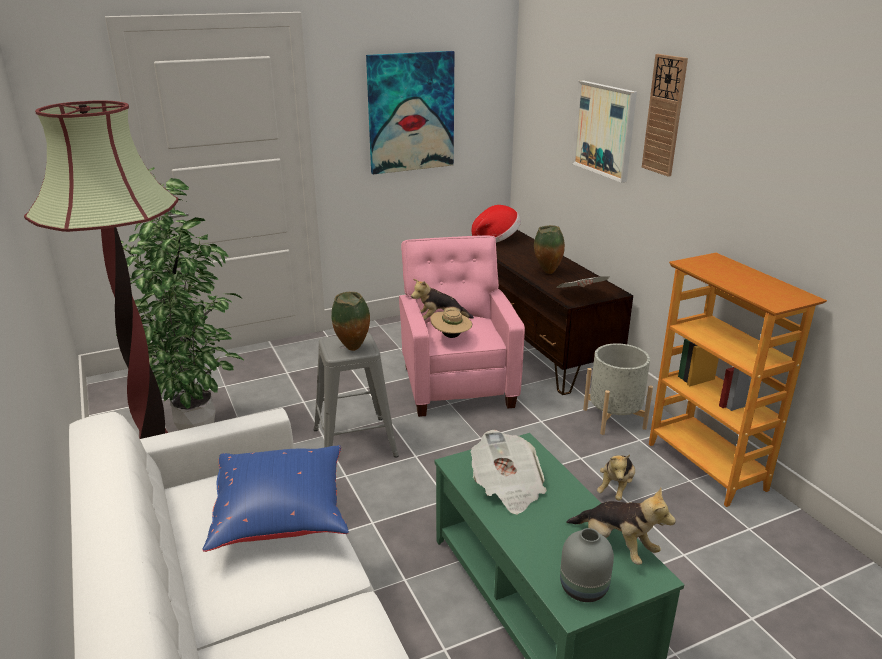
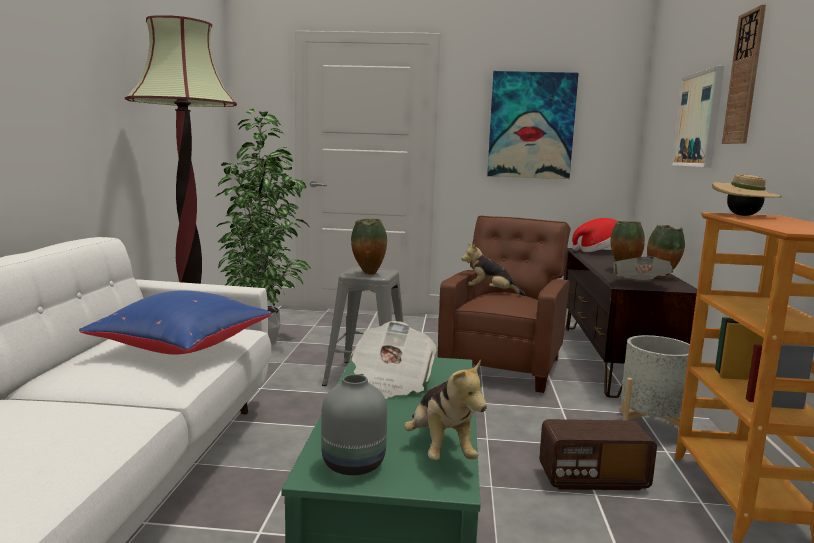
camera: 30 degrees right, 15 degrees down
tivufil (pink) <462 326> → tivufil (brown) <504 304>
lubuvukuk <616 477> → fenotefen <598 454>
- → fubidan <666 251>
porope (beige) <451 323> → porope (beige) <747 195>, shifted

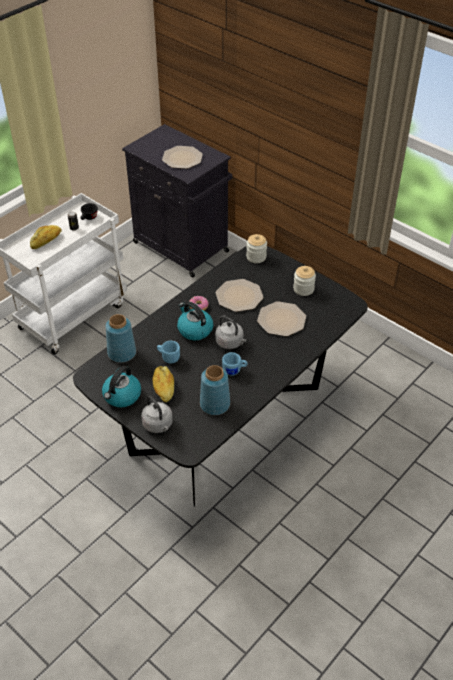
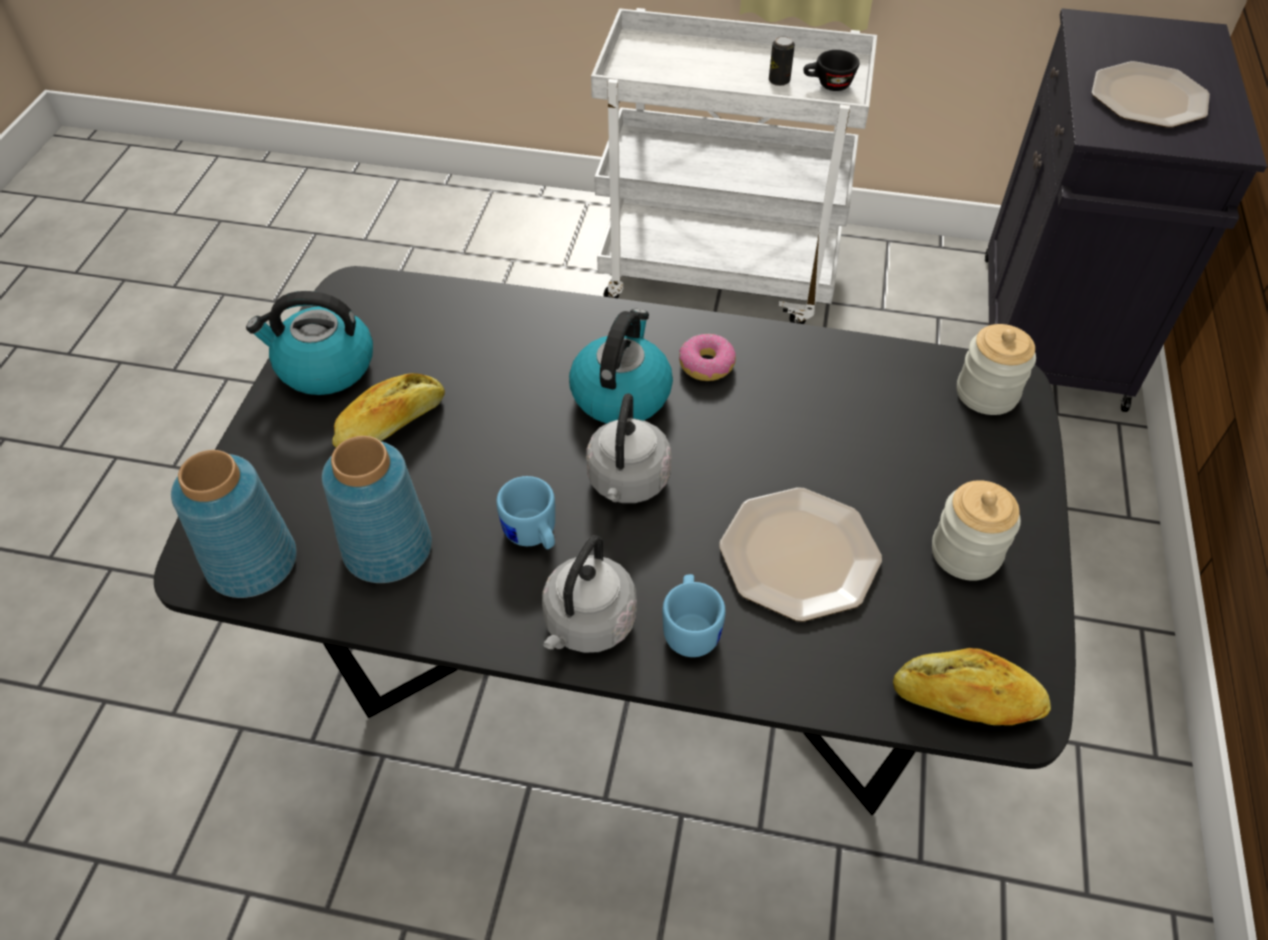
camera: 60 degrees right, 5 degrees up
fubidan (blue) <121 338> → fubidan (blue) <234 524>, shifted
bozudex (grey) <157 414> → bozudex (grey) <589 594>, shifted
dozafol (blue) <168 352> → dozafol (blue) <694 615>, shifted
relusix <46 237> → relusix <972 686>, shifted
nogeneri <239 295> → -

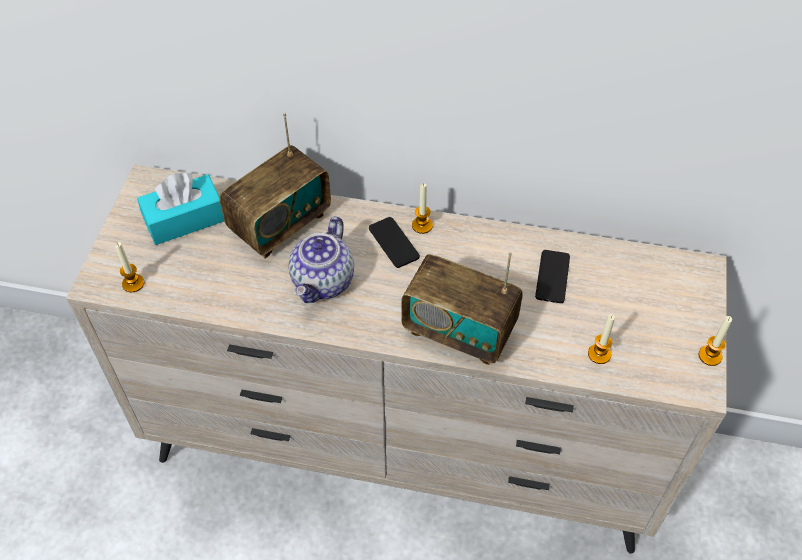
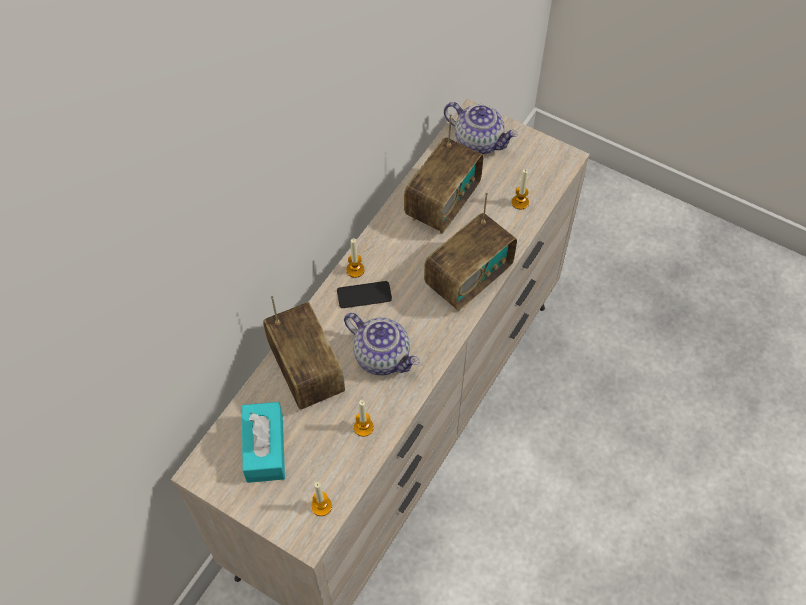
camera: 70 degrees left, 5 degrees up
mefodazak <715 341> → mefodazak <364 418>, shifted
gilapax <552 276> → fenotefen <444 173>
- → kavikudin <481 128>

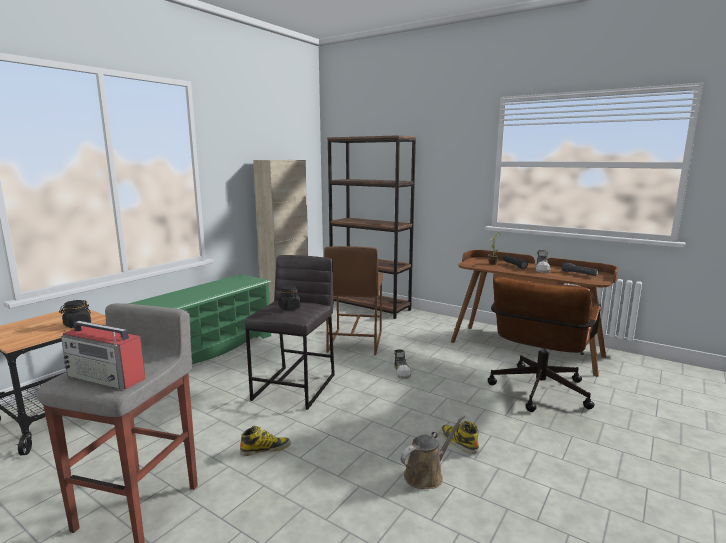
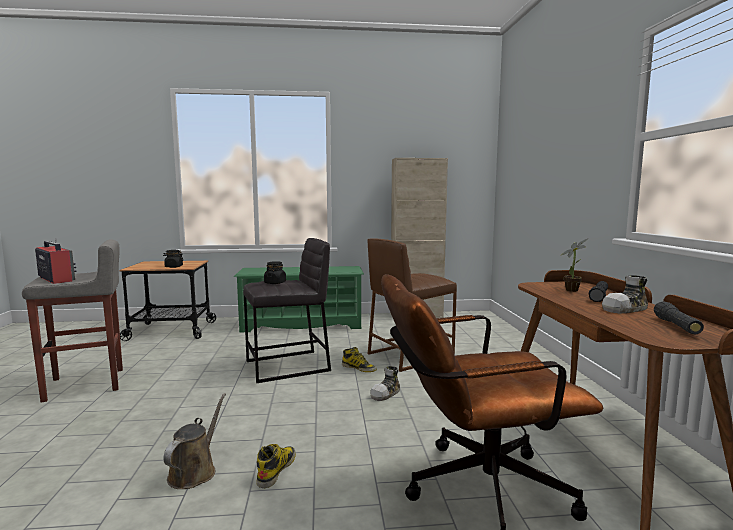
camera: 50 degrees right, 5 degrees down
fenotefen <103 355> → fenotefen <56 261>, 150 degrees clockwise
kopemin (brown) <432 452> → kopemin (brown) <194 441>, 90 degrees counterclockwise
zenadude <265 441> → zenadude <359 359>, shifted
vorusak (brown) <371 227> → -

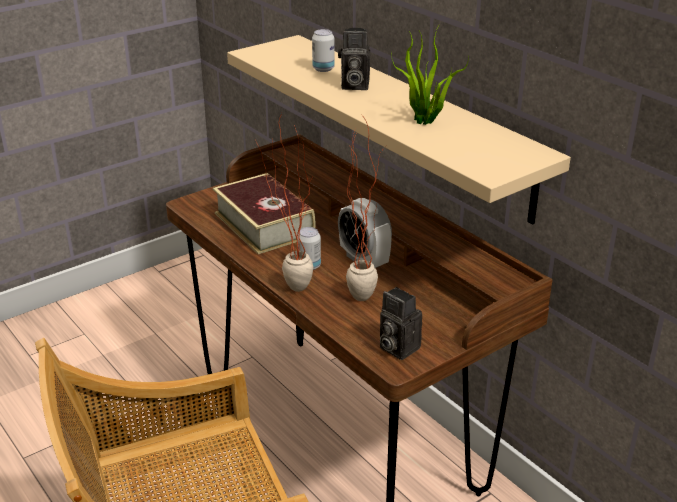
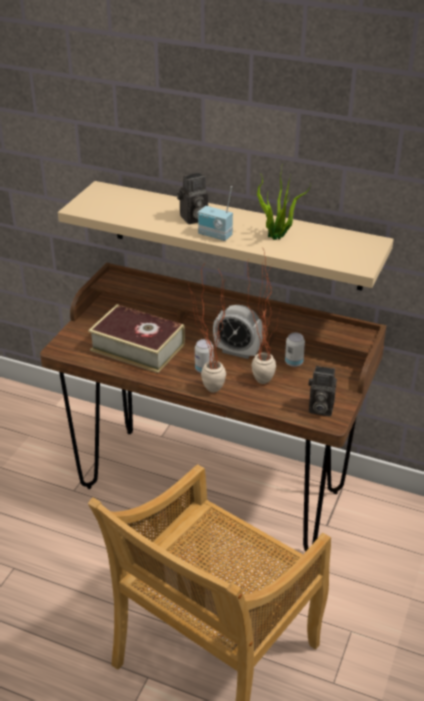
camera: 30 degrees left, 5 degrees up
- → fenotefen <215 213>
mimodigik <323 50> → mimodigik <295 350>, shifted

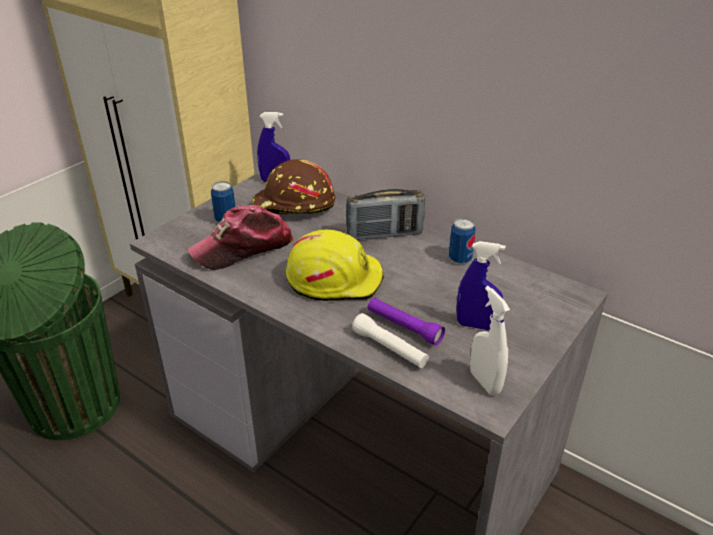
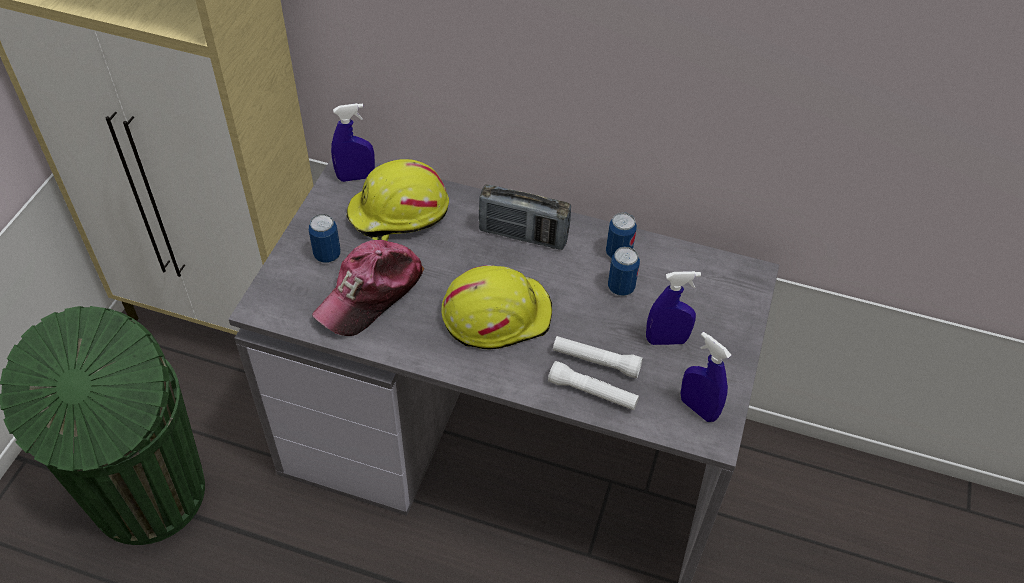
camera: 20 degrees left, 15 degrees up
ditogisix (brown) <293 187> → ditogisix (yellow) <397 200>
fenotefen <385 214> → fenotefen <525 217>, 45 degrees clockwise
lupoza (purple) <406 322> → lupoza (white) <598 357>
- → mimodigik <624 271>
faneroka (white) <490 340> → faneroka (blue) <706 377>

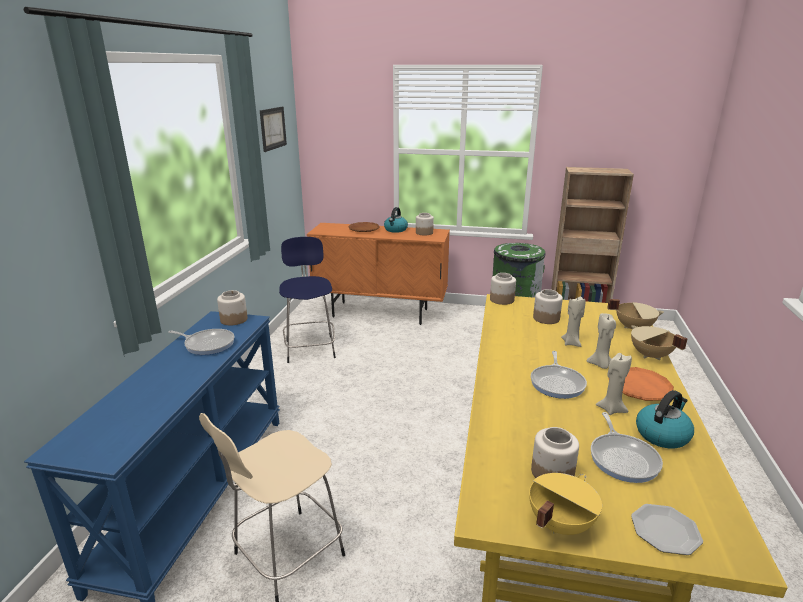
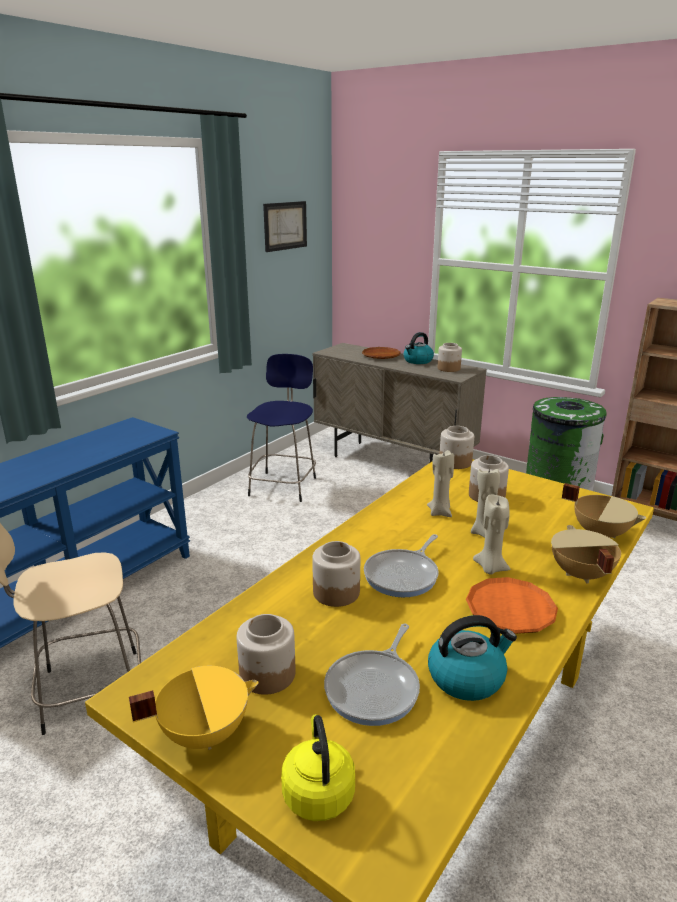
camera: 25 degrees right, 0 degrees up
nogeneri <667 529> → bozudex (yellow) <318 767>
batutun <232 307> → batutun <336 574>, shifted
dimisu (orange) <378 274> → dimisu (beige) <400 403>
mefodazak (beige) <614 384> → mefodazak (beige) <440 483>, shifted
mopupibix <201 342> → -

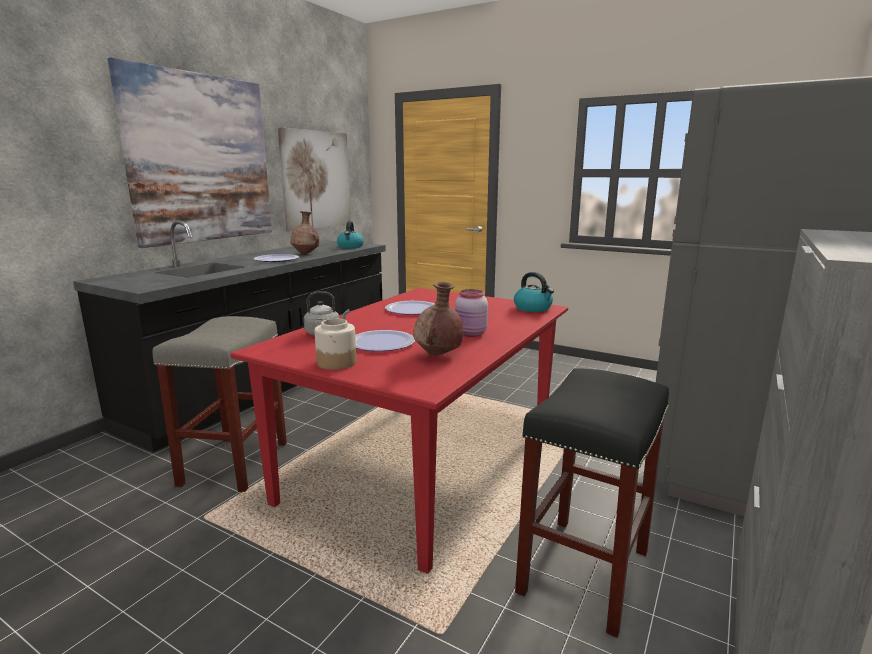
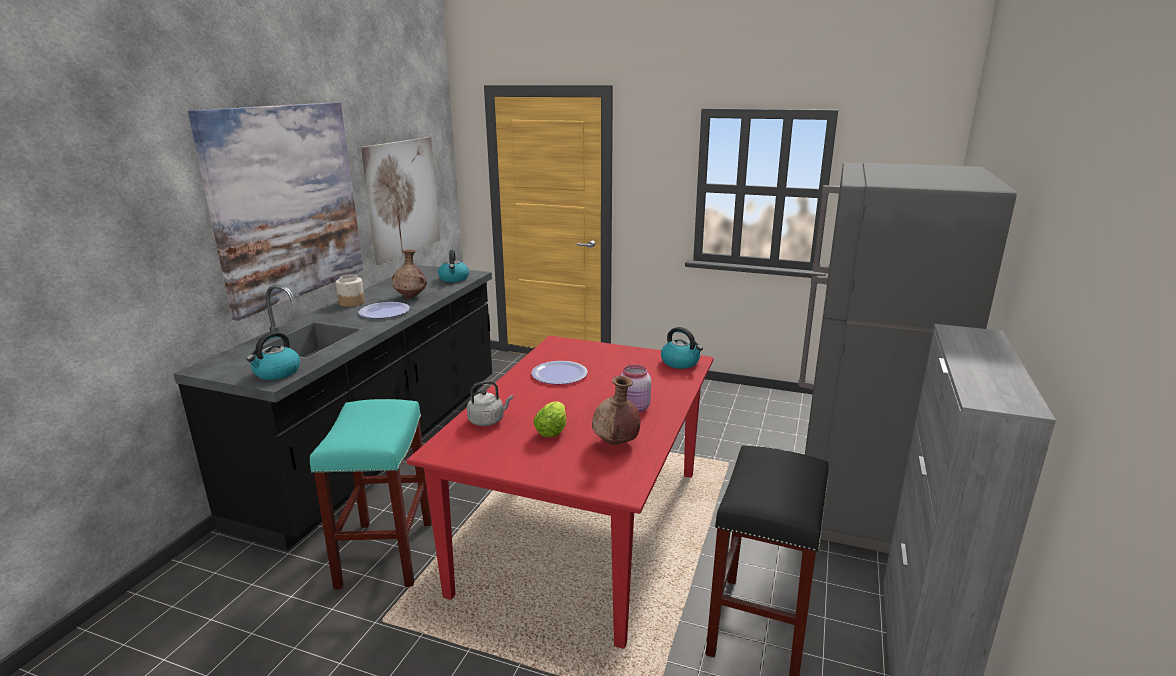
camera: 10 degrees left, 5 degrees up
- → bozudex <273 356>
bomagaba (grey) <219 404> → bomagaba (turquoise) <371 494>
batutun <335 344> → batutun <350 291>, shifted
nogeneri <385 340> → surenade <549 419>

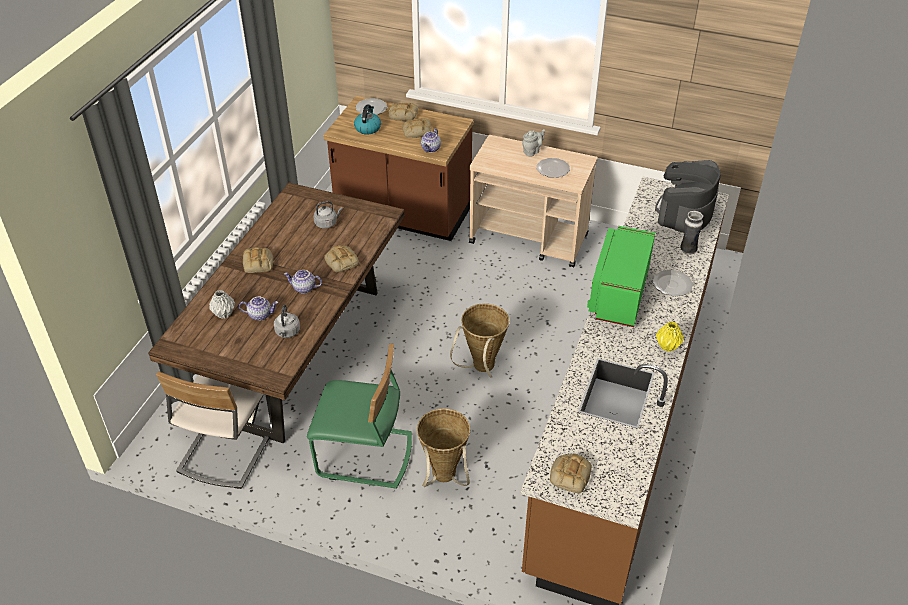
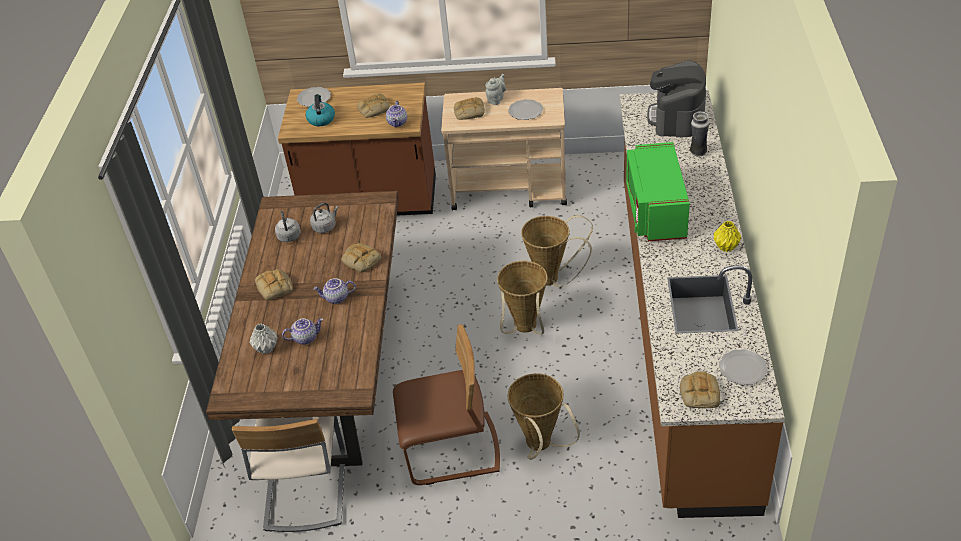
camera: 15 degrees left, 0 degrees up
bozudex (grey) <287 321> → bozudex (grey) <288 226>, shifted
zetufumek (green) <359 416> → zetufumek (brown) <446 404>
relusix <403 112> → relusix <469 108>, shifted
- → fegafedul <557 251>
nogeneri <673 282> → nogeneri <743 367>, shifted

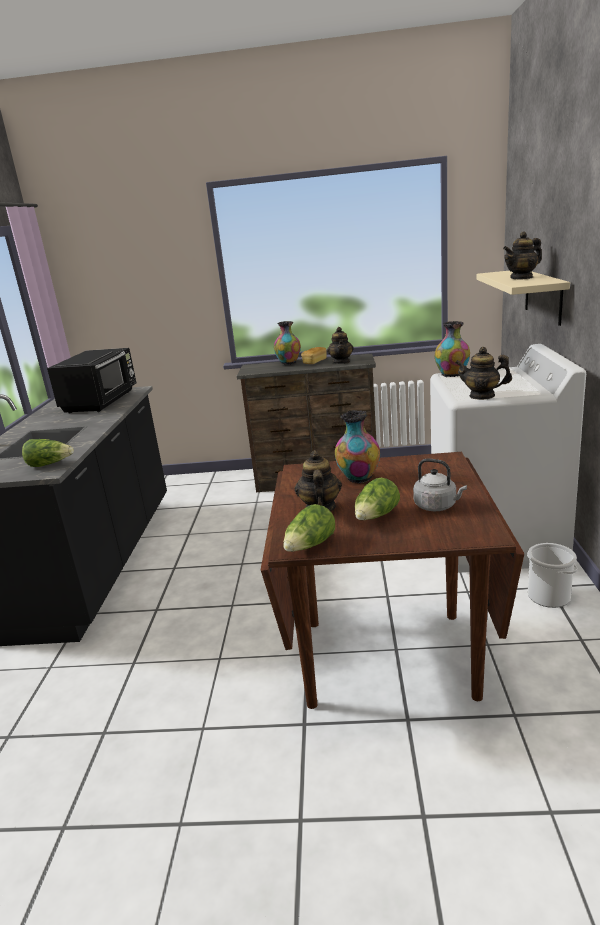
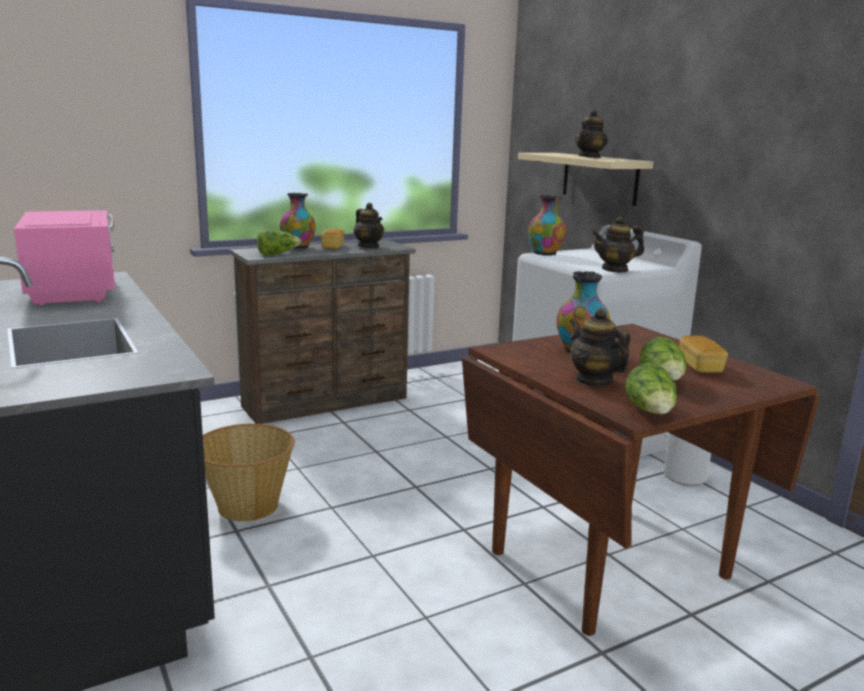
camera: 35 degrees left, 5 degrees down
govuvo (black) <91 380> → govuvo (pink) <64 258>
- → fegafedul <249 473>
surenade <48 453> → surenade <279 243>, shifted
bozudex (grey) <440 485> → relusix <703 354>

